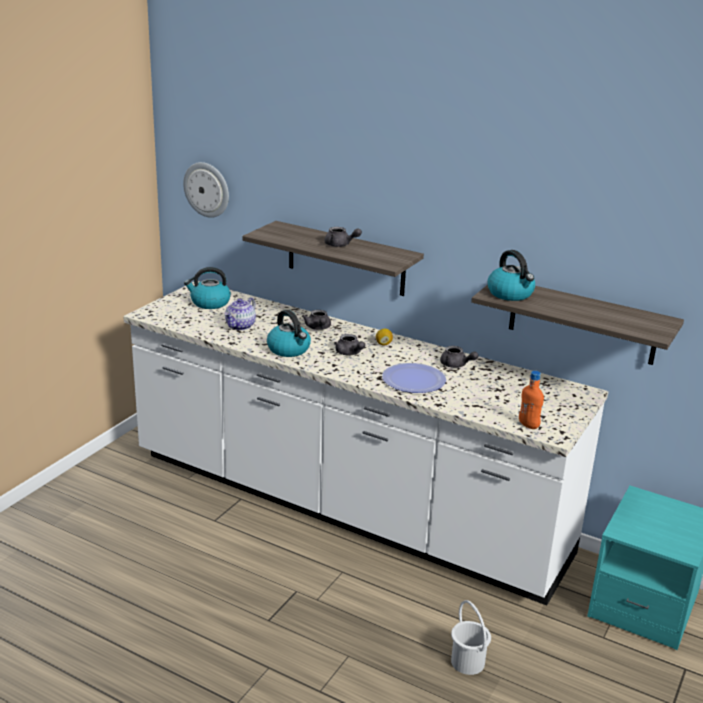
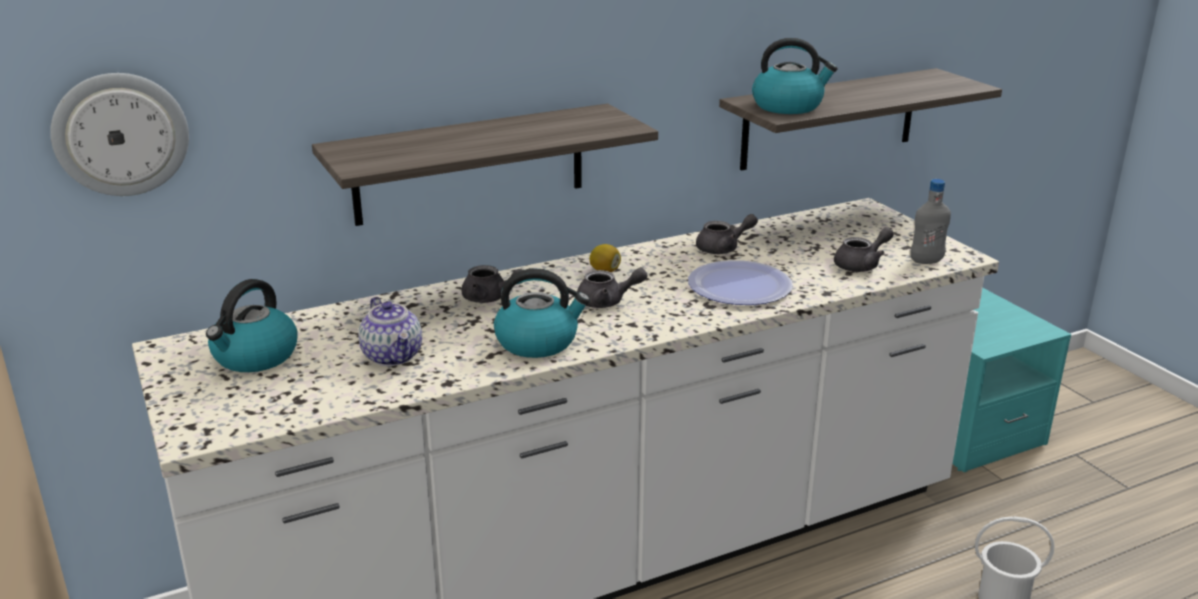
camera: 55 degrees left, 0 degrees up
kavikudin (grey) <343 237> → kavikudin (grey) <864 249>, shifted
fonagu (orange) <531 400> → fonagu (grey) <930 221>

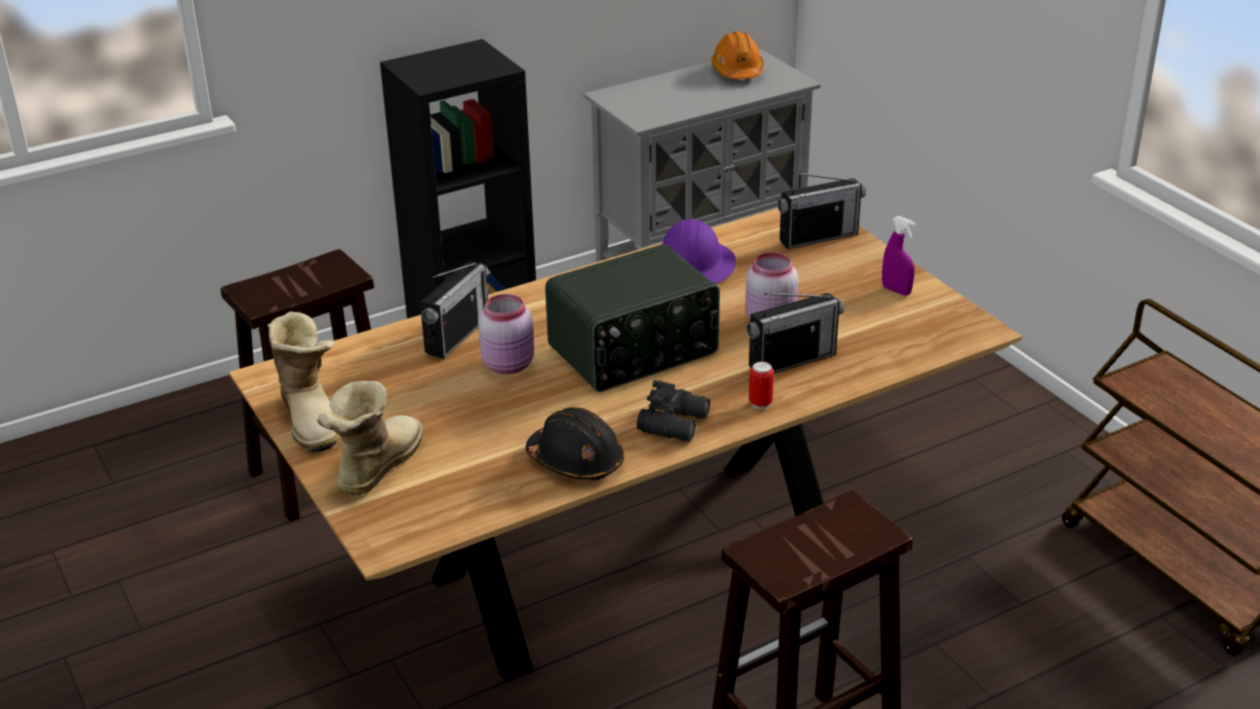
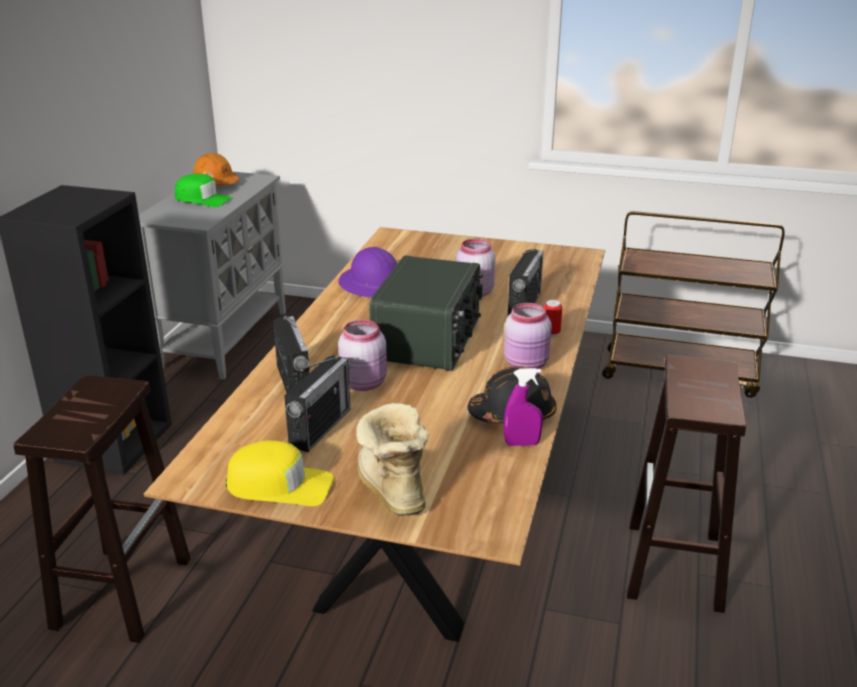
camera: 45 degrees left, 5 degrees down
- → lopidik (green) <204 190>
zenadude <304 381> → lopidik (yellow) <280 473>
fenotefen <821 210> → fenotefen <317 403>, shifted
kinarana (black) <673 411> → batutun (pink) <527 336>
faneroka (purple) <898 255> → faneroka (purple) <523 407>, shifted

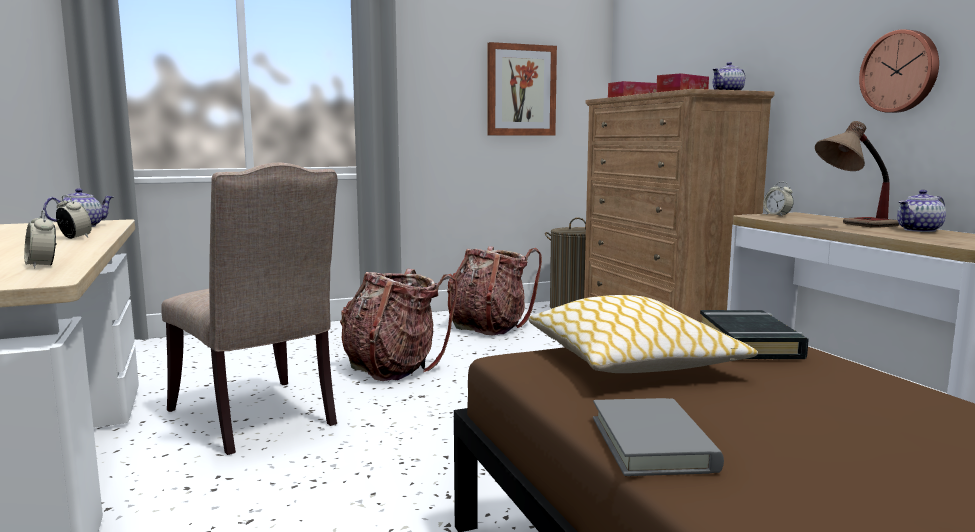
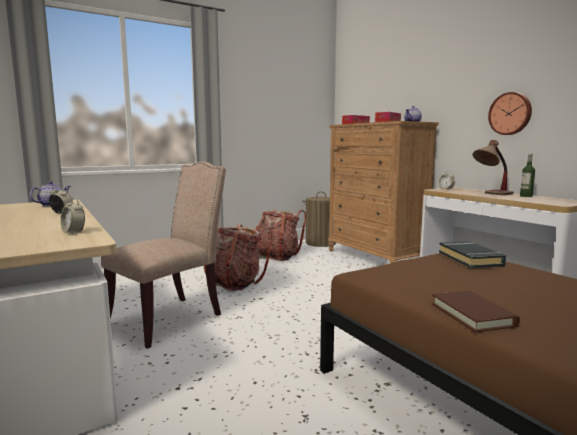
camera: 10 degrees left, 0 degrees up
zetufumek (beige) <249 309> → zetufumek (beige) <163 255>, 90 degrees counterclockwise
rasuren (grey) <658 437> → rasuren (brown) <476 312>
kavikudin <921 211> → fonagu <527 175>
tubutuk <522 89> → -
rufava <643 334> → -

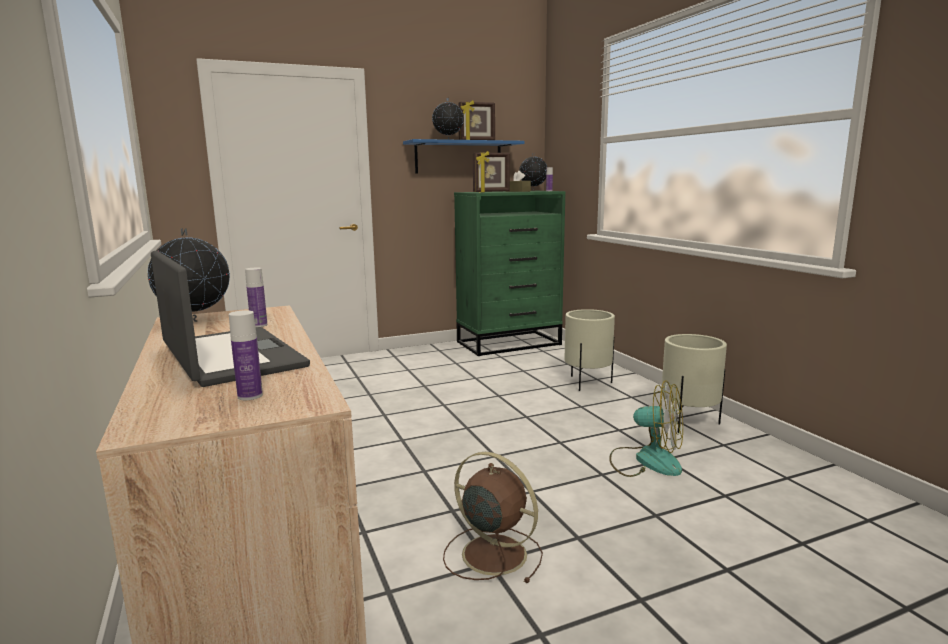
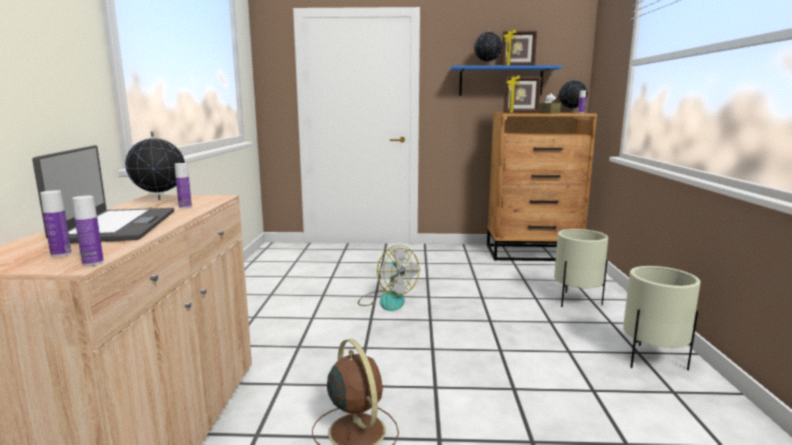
camera: 25 degrees right, 0 degrees up
- → fonagu <88 231>
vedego <646 429> → vedego <389 278>, shifted
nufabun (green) <509 273> → nufabun (brown) <542 187>

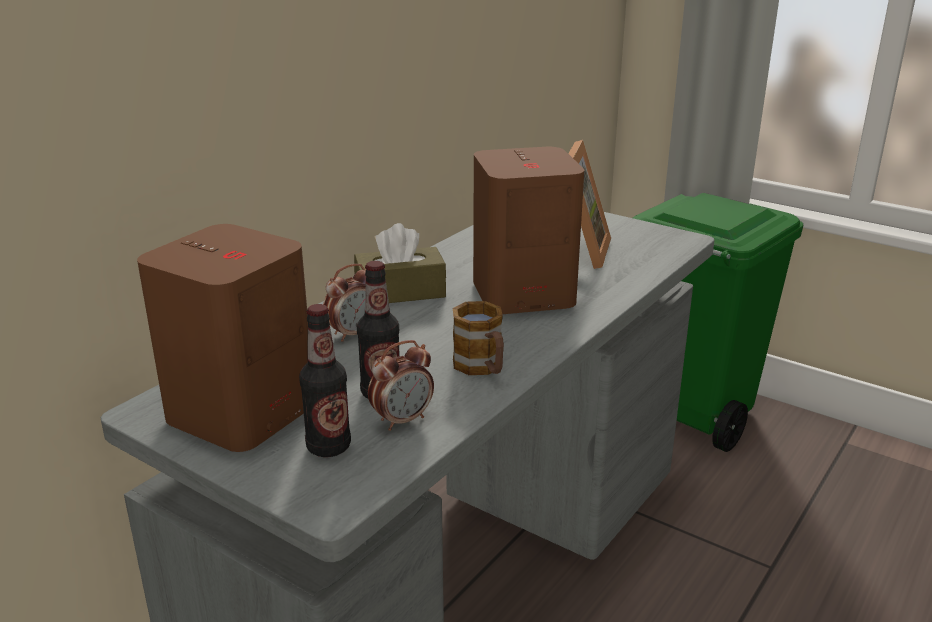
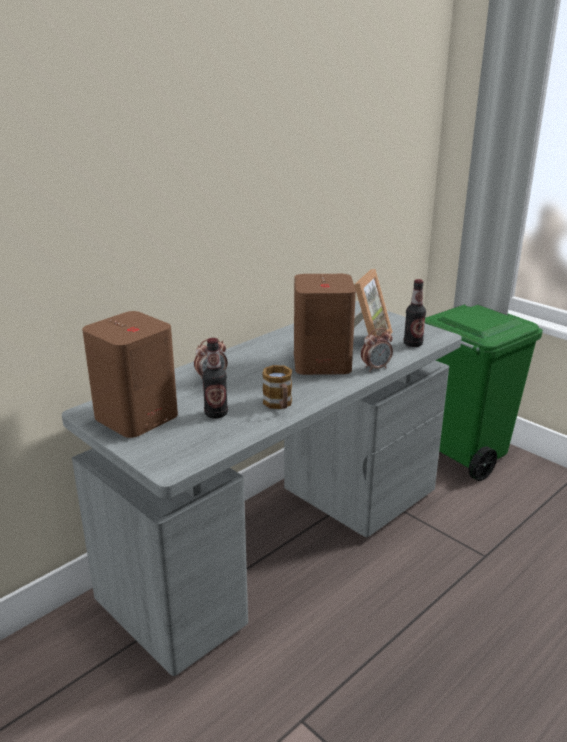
camera: 10 degrees right, 0 degrees up
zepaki <401 385> → zepaki <377 350>, shifted
fonagu <325 380> → fonagu <415 313>, shifted
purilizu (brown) <400 263> → -

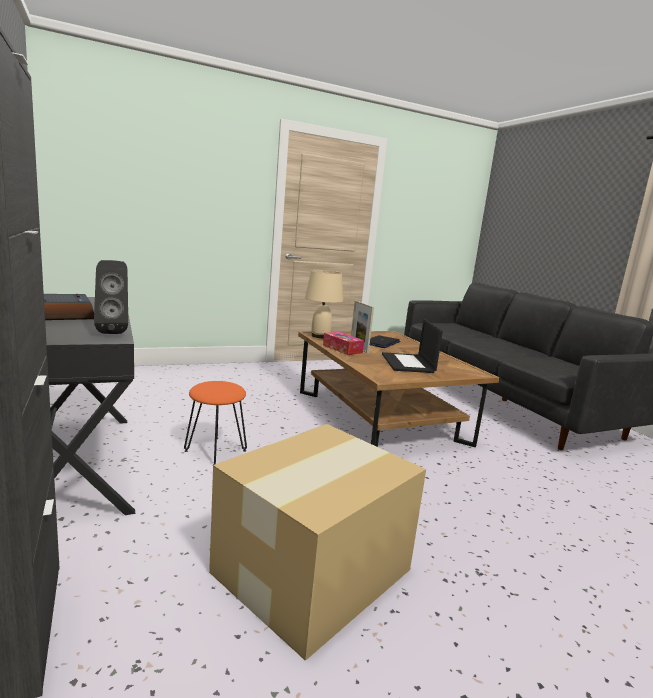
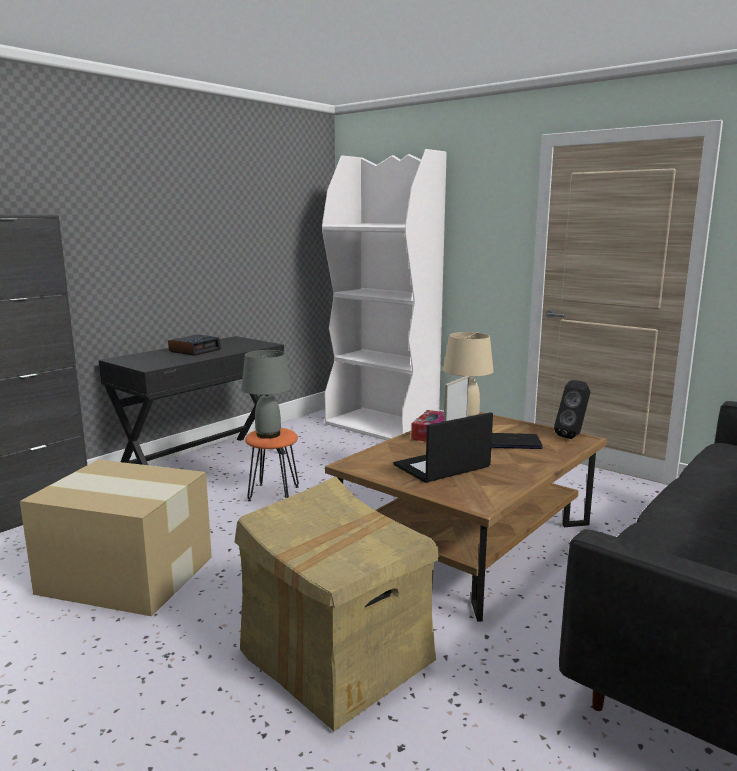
camera: 65 degrees right, 0 degrees up
- → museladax <337 603>
- → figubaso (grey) <266 394>
- → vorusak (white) <384 294>
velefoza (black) <111 297> → velefoza (black) <572 409>, shifted

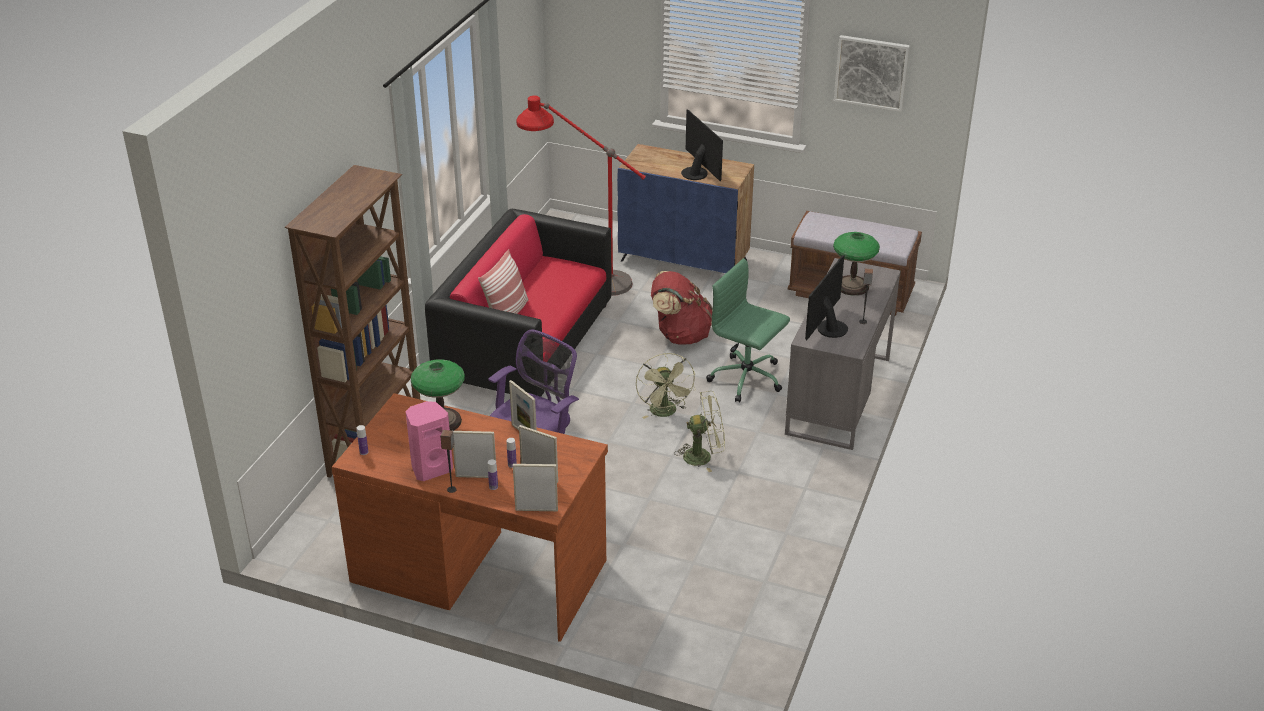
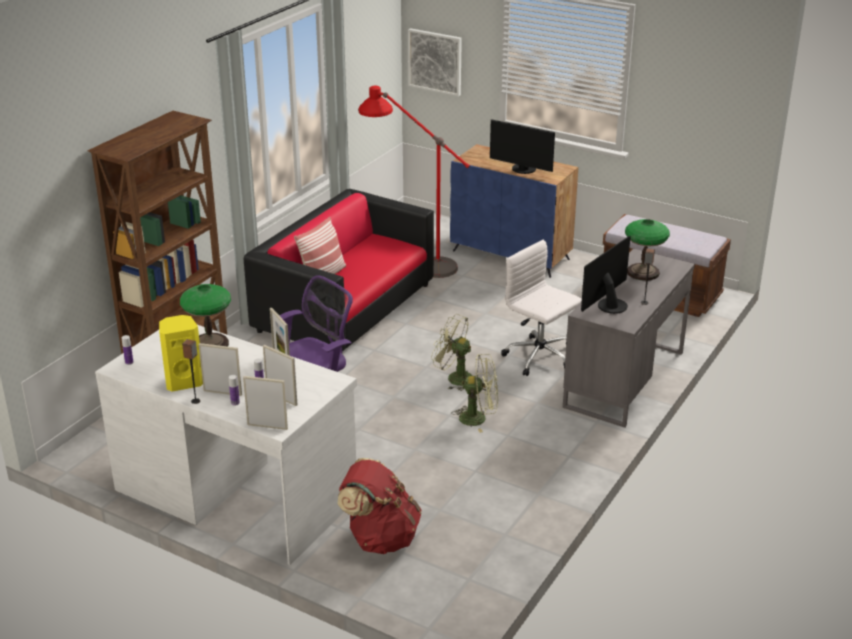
camera: 10 degrees right, 5 degrees down
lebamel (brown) <470 517> → lebamel (white) <226 445>
velefoza (pink) <429 441> → velefoza (yellow) <181 353>
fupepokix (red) <682 307> → fupepokix (red) <379 506>, shifted
tubutuk <872 73> → tubutuk <435 62>, shifted
vedego (green) <665 386> → vedego (green) <451 352>, 120 degrees clockwise
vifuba <702 145> → vifuba <522 146>, 135 degrees clockwise
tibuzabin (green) <748 330> → tibuzabin (white) <541 308>

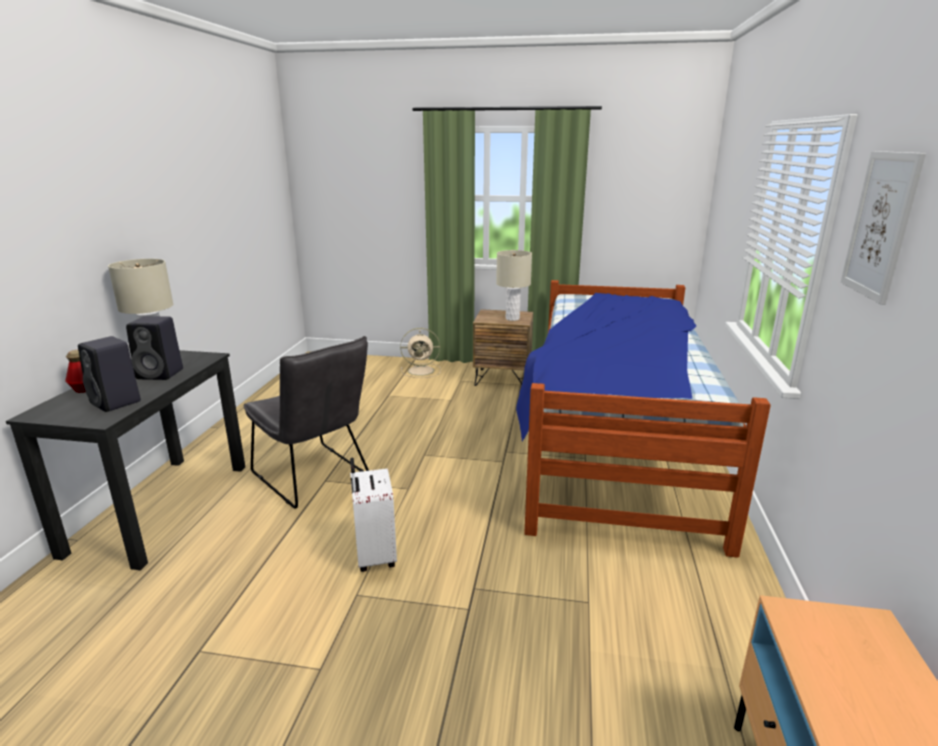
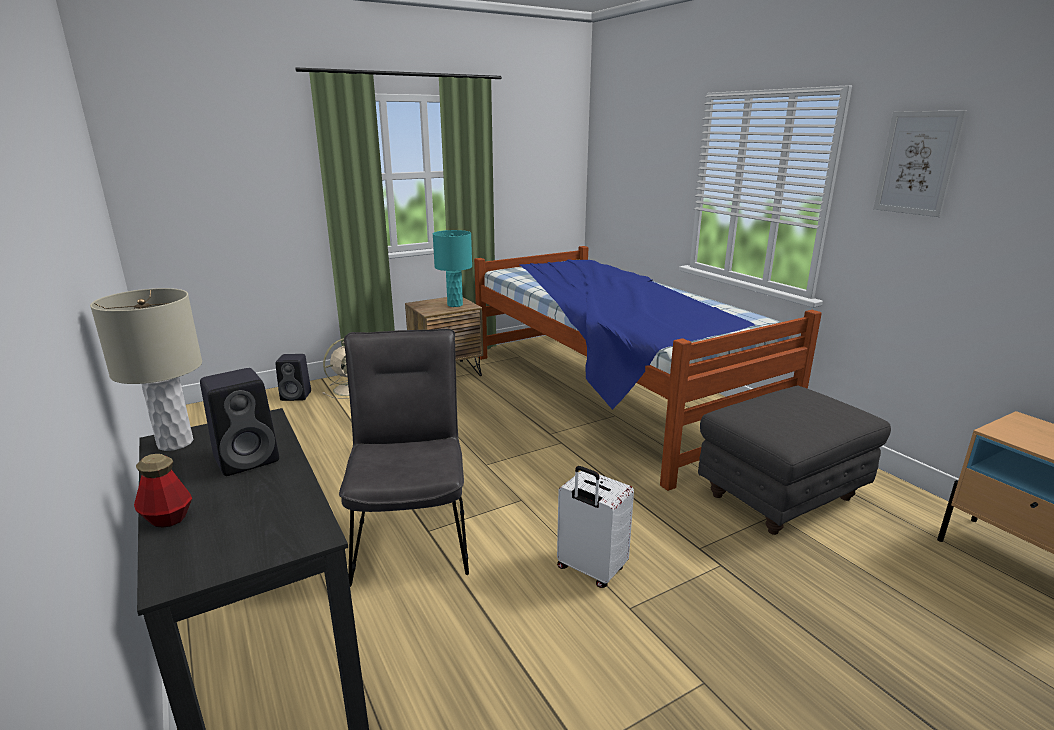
camera: 40 degrees left, 0 degrees up
velefoza (black) <109 374> → velefoza (black) <293 377>, shifted
zetufumek (grey) <306 422> → zetufumek (grey) <404 458>, 105 degrees counterclockwise
figubaso (beige) <514 285> → figubaso (turquoise) <452 268>
- → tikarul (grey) <794 460>

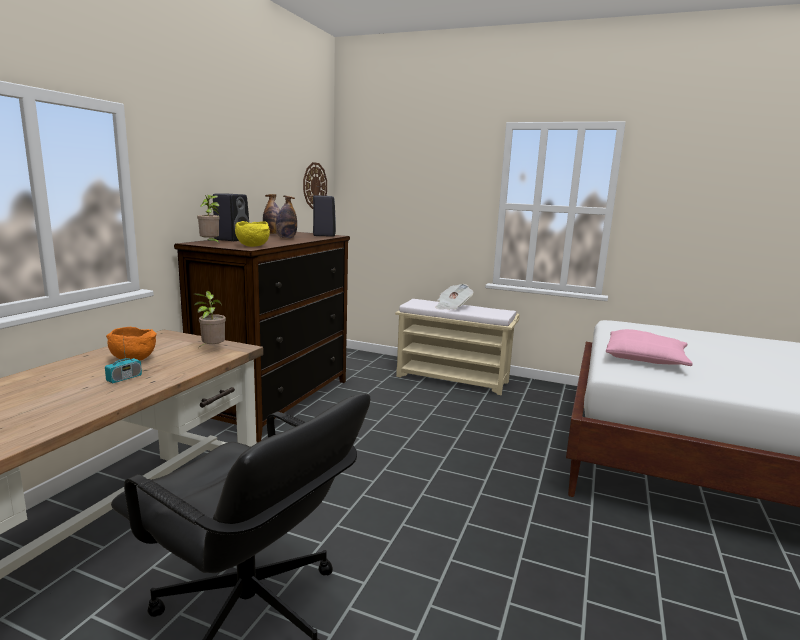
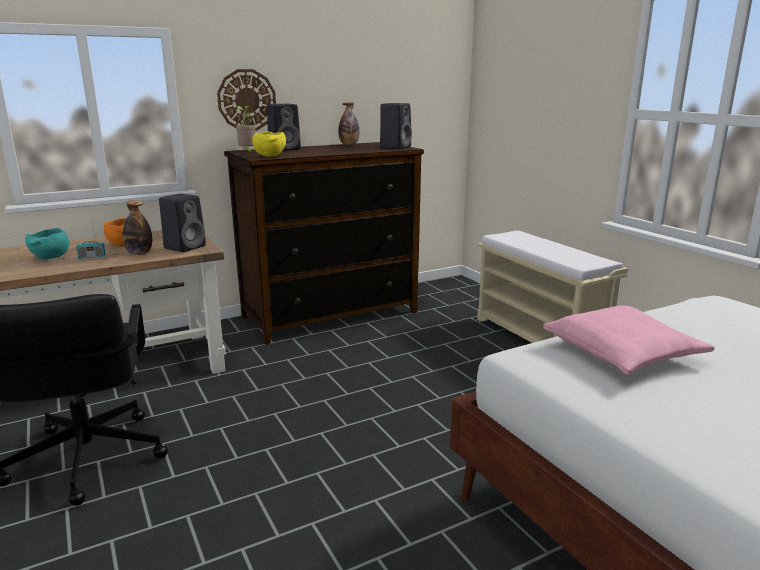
camera: 40 degrees right, 5 degrees up
- → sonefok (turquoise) <47 243>
fonagu <286 217> → fonagu <137 227>, shifted
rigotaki <210 318> → velefoza (black) <182 222>
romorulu <315 185> → romorulu <246 100>, shifted
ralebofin <454 297> → -

